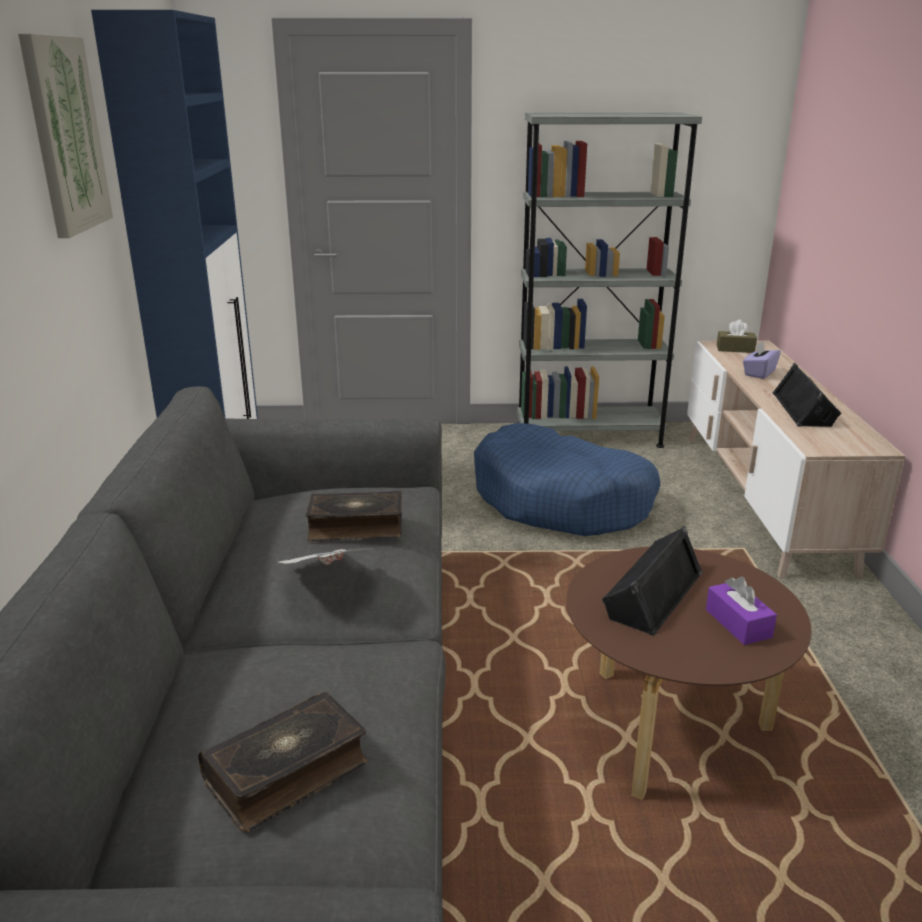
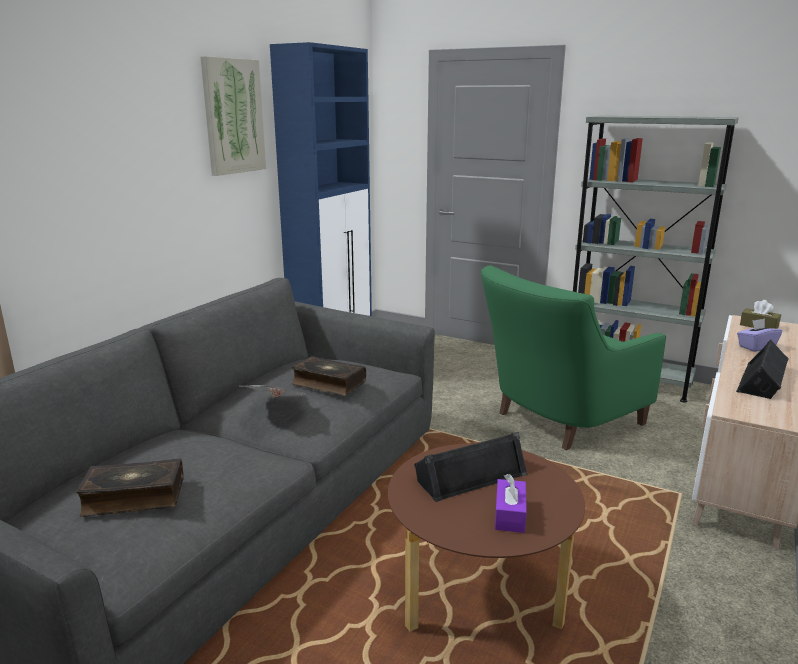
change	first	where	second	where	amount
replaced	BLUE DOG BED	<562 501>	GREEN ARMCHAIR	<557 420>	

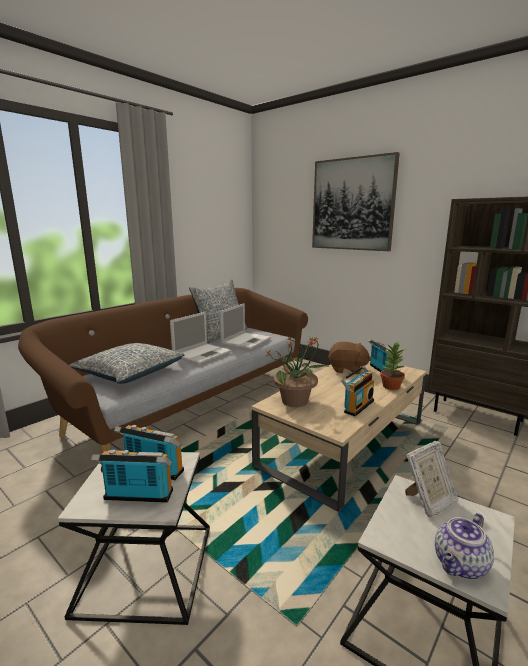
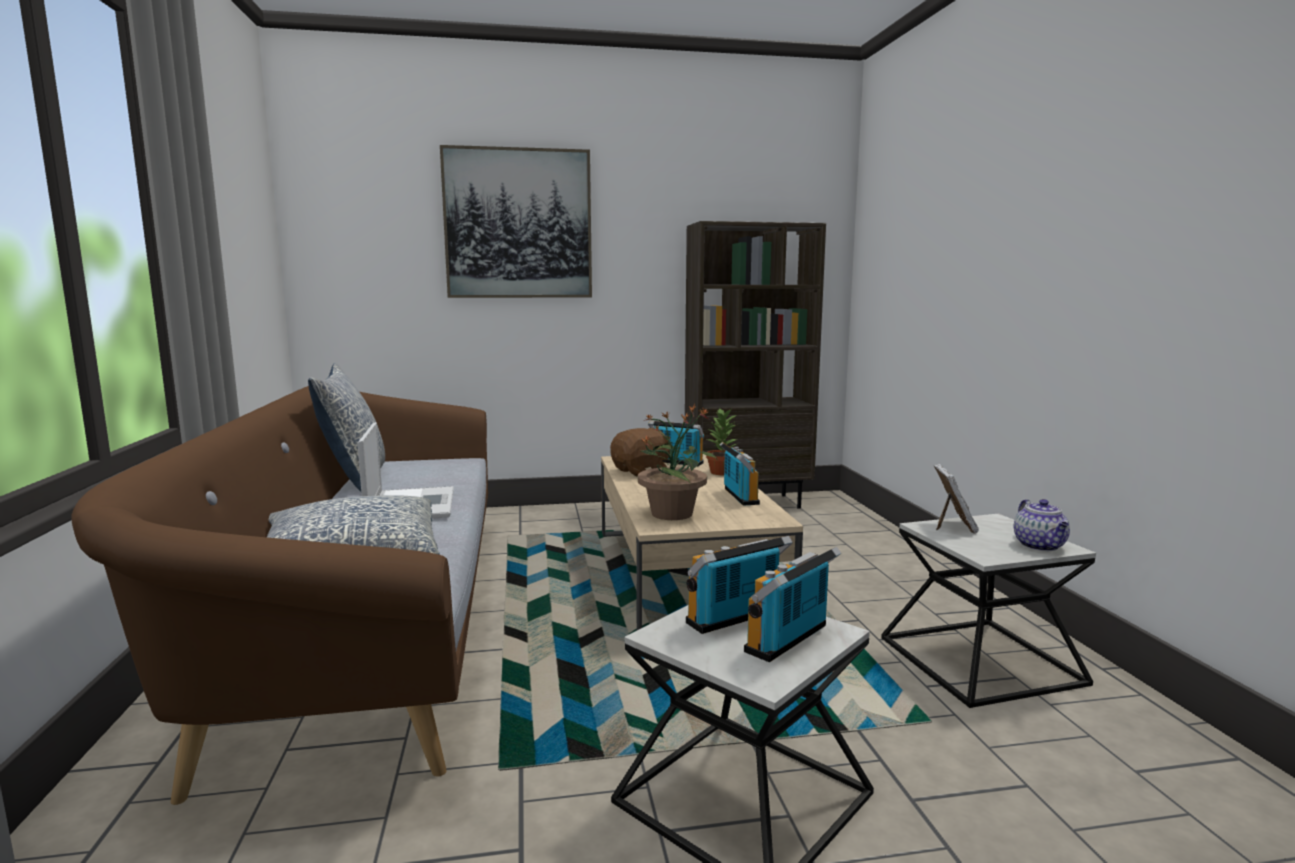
change	first	where	second	where	amount
removed	LAPTOP	<246 341>			

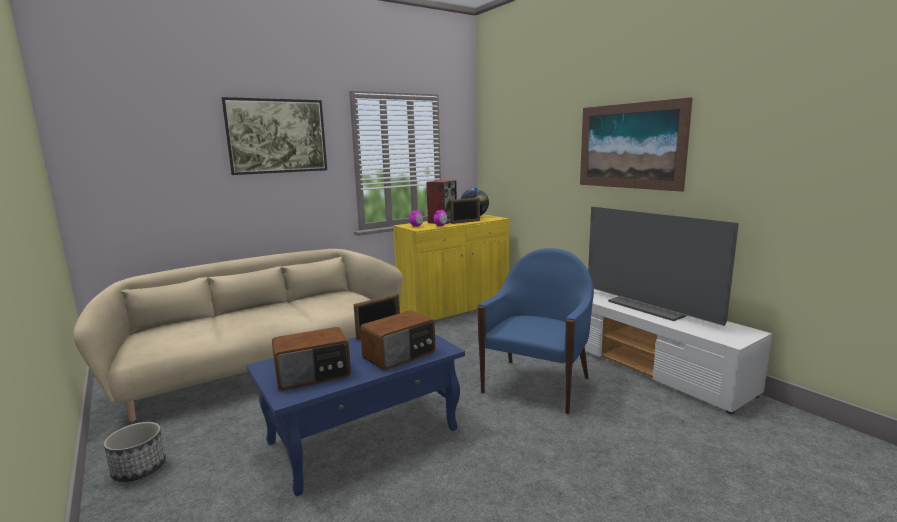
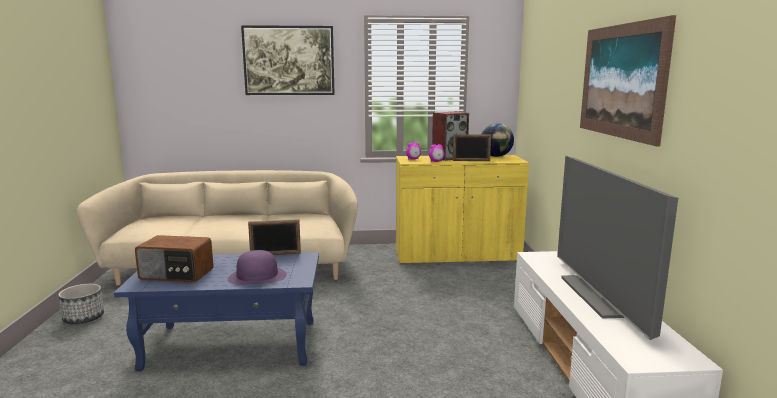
change	first	where	second	where	amount
removed	BLUE ARMCHAIR	<537 384>			
replaced	RADIO	<400 355>	PURPLE HAT	<257 276>	

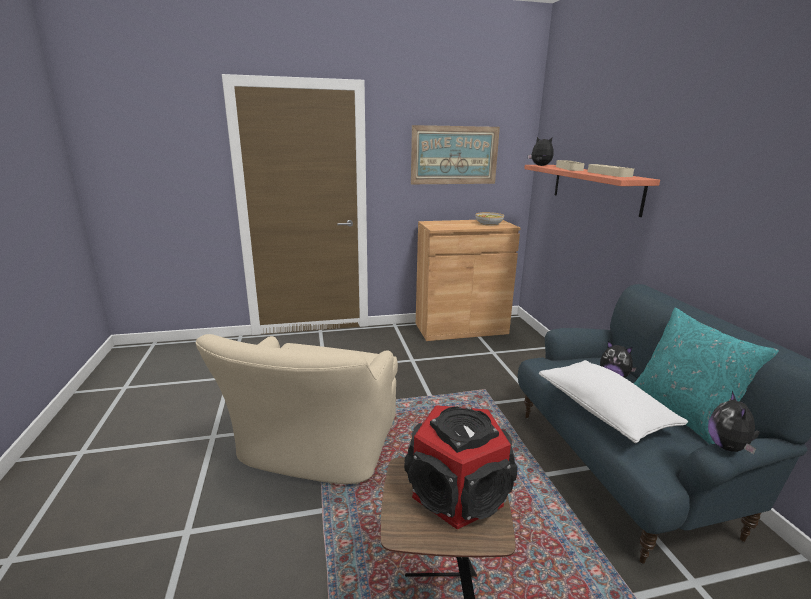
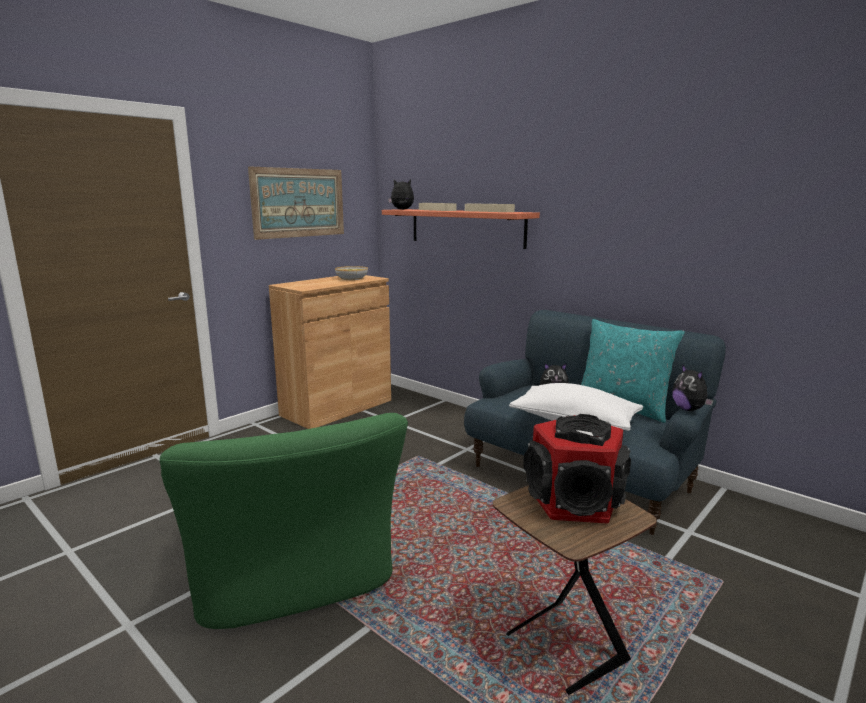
change	first	where	second	where	amount
recoloured	BEIGE ARMCHAIR	<315 448>	GREEN ARMCHAIR	<293 576>	

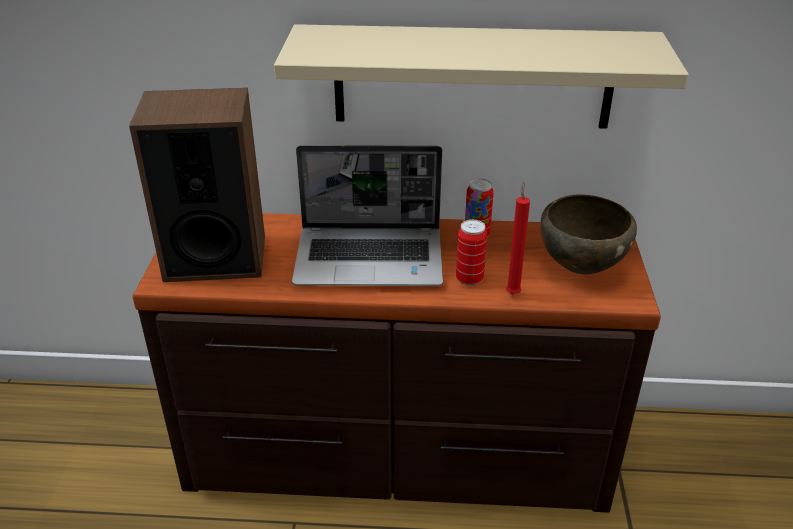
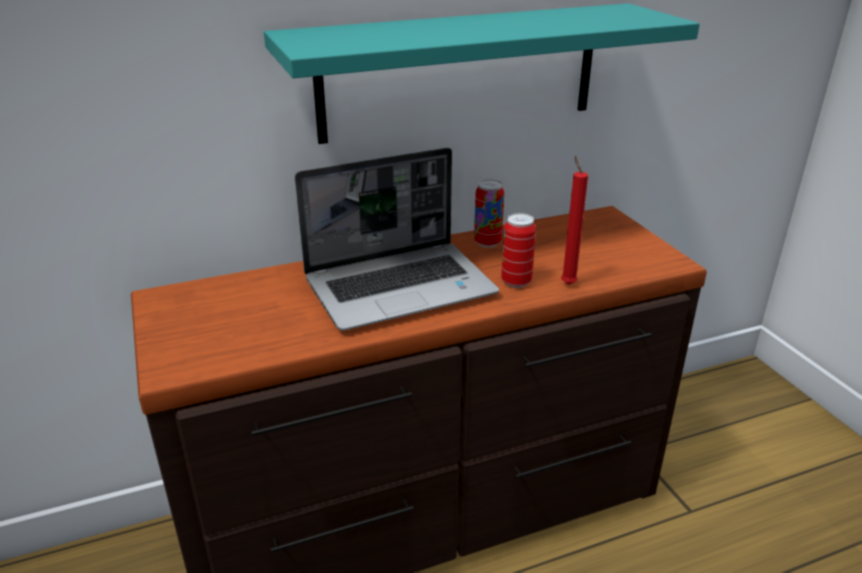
change	first	where	second	where	amount
removed	SPEAKER	<215 257>			
removed	BROWN BOWL	<579 268>			
recoloured	BEIGE SHELF	<473 77>	TURQUOISE SHELF	<460 72>	

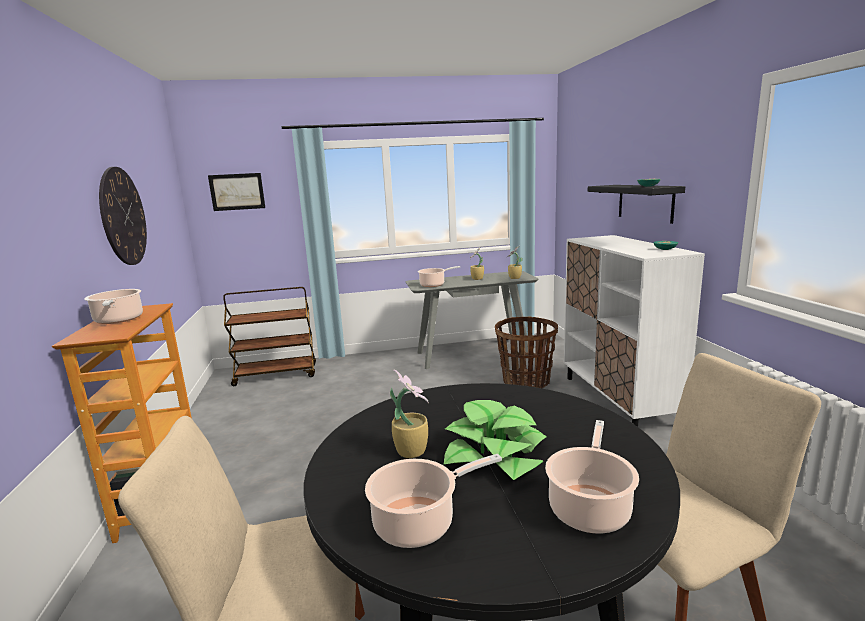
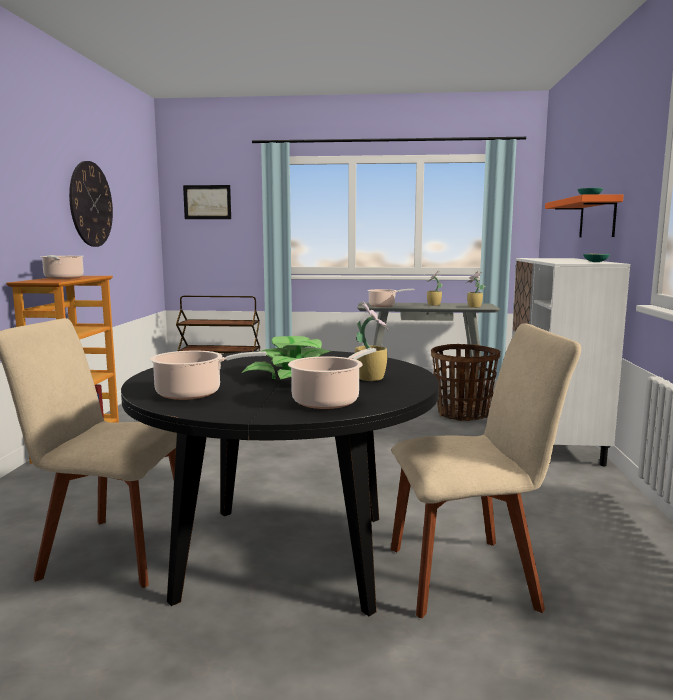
change	first	where	second	where	amount
moved	POTTED PLANT	<411 450>		<371 378>	
recoloured	BLACK SHELF	<645 202>	ORANGE SHELF	<597 218>	

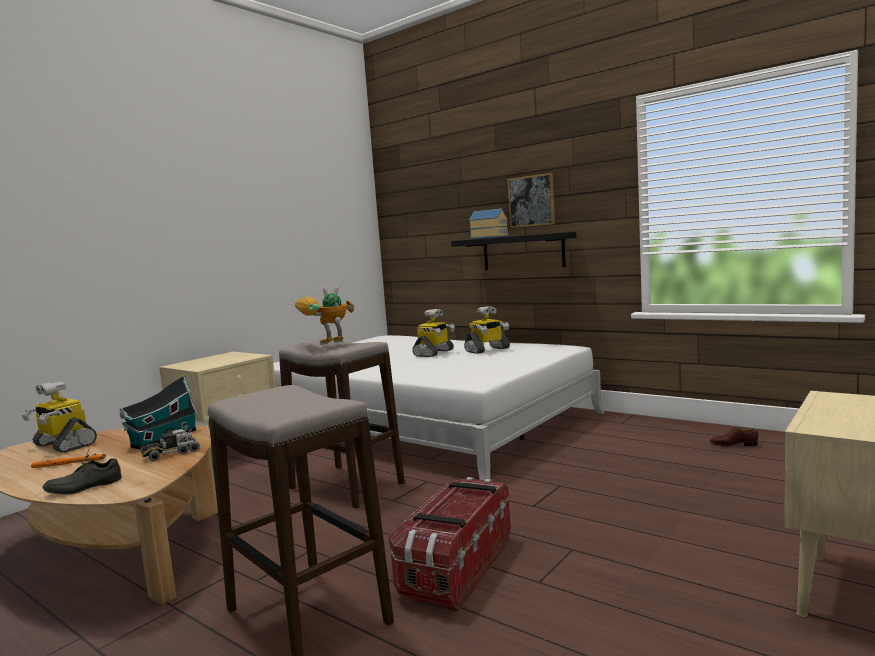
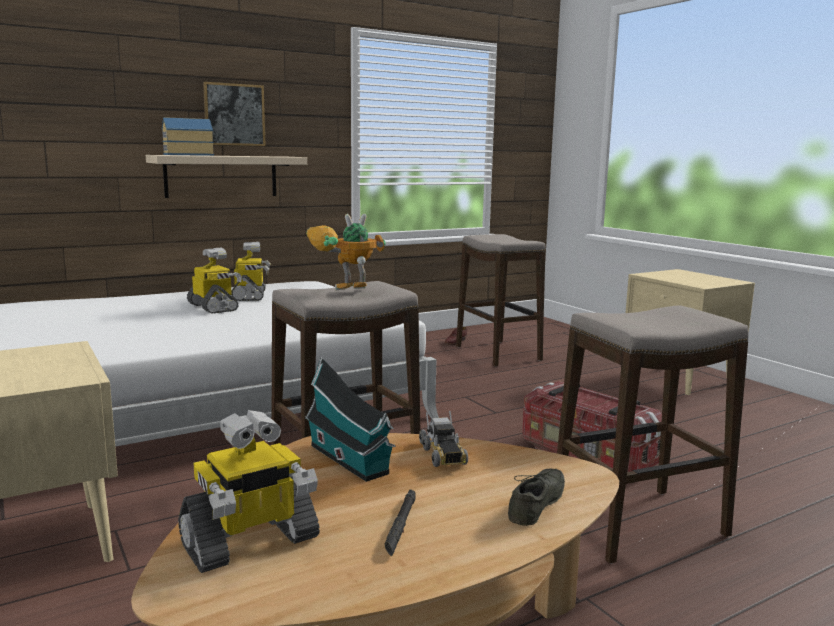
change	first	where	second	where	amount
added			STOOL	<497 353>	
recoloured	ORANGE FLASHLIGHT	<69 464>	BLACK FLASHLIGHT	<401 525>	
recoloured	BLACK SHELF	<523 252>	BEIGE SHELF	<221 176>	
turned	GREY SHOE	<83 486>		<540 505>	135 degrees counterclockwise
turned	TOY ROBOT	<325 346>		<341 293>	75 degrees clockwise

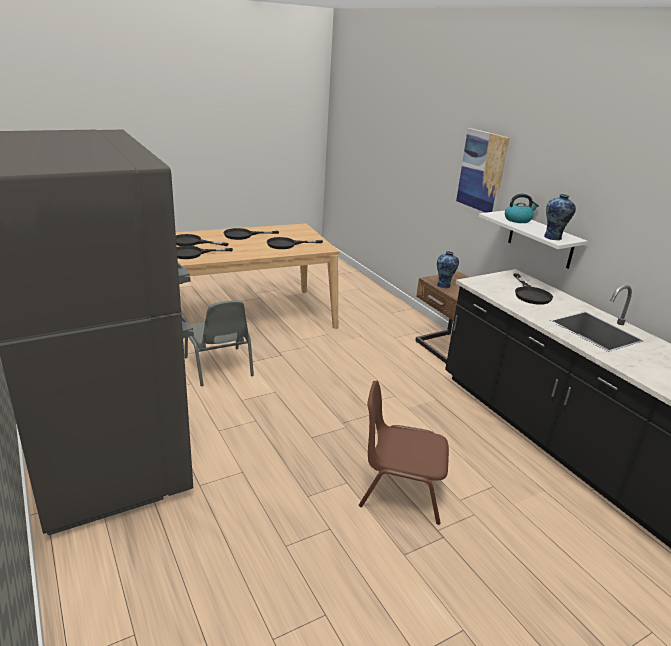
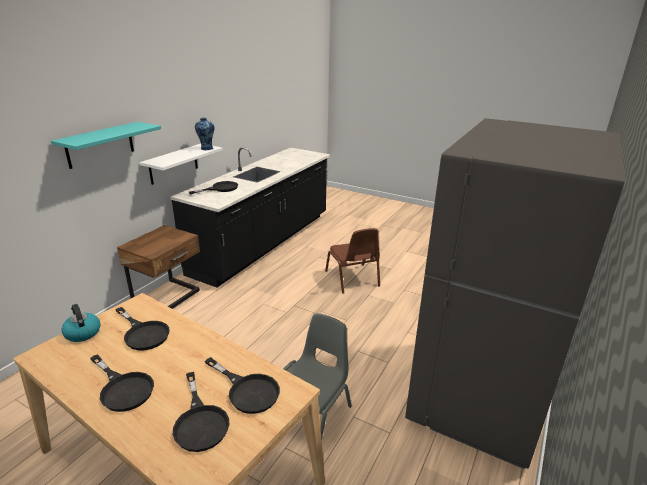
change	first	where	second	where	amount
removed	VASE	<444 285>			
moved	KETTLE	<518 220>		<82 333>	
replaced	PICTURE	<482 171>	TURQUOISE SHELF	<100 145>	

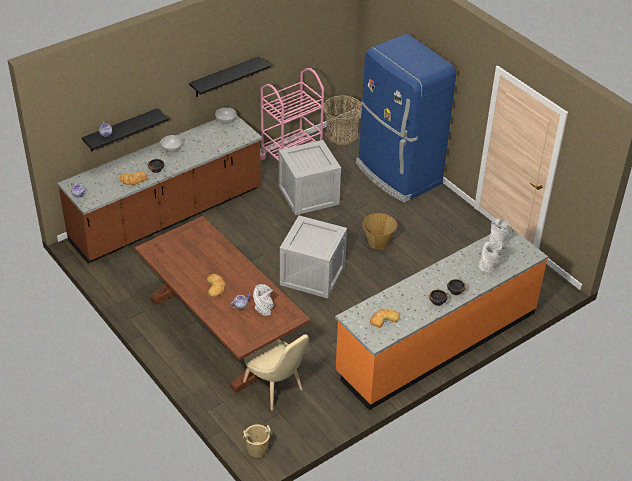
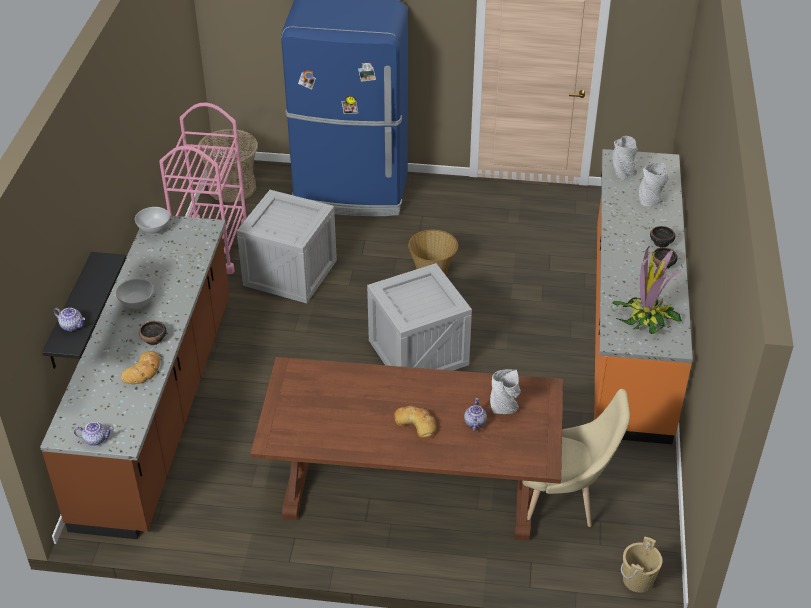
change	first	where	second	where	amount
removed	BLACK SHELF	<224 77>			
replaced	BREAD	<383 319>	POTTED PLANT	<646 318>	

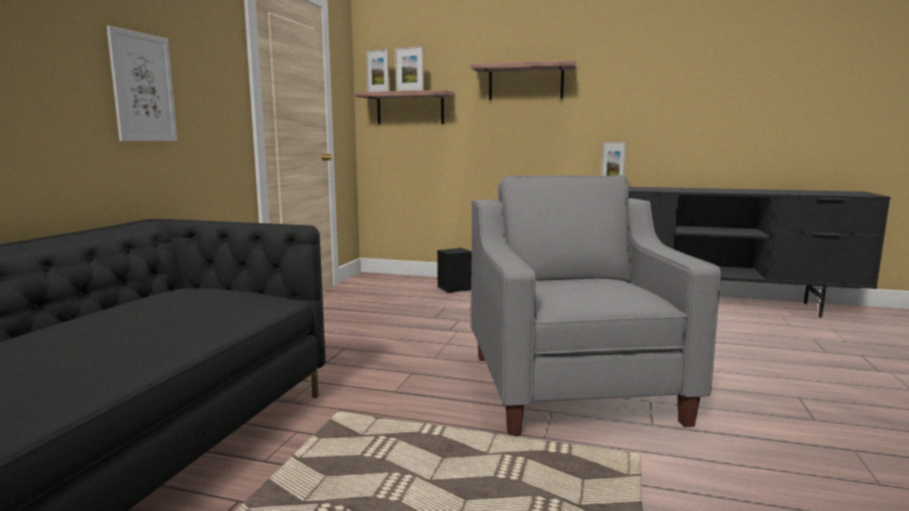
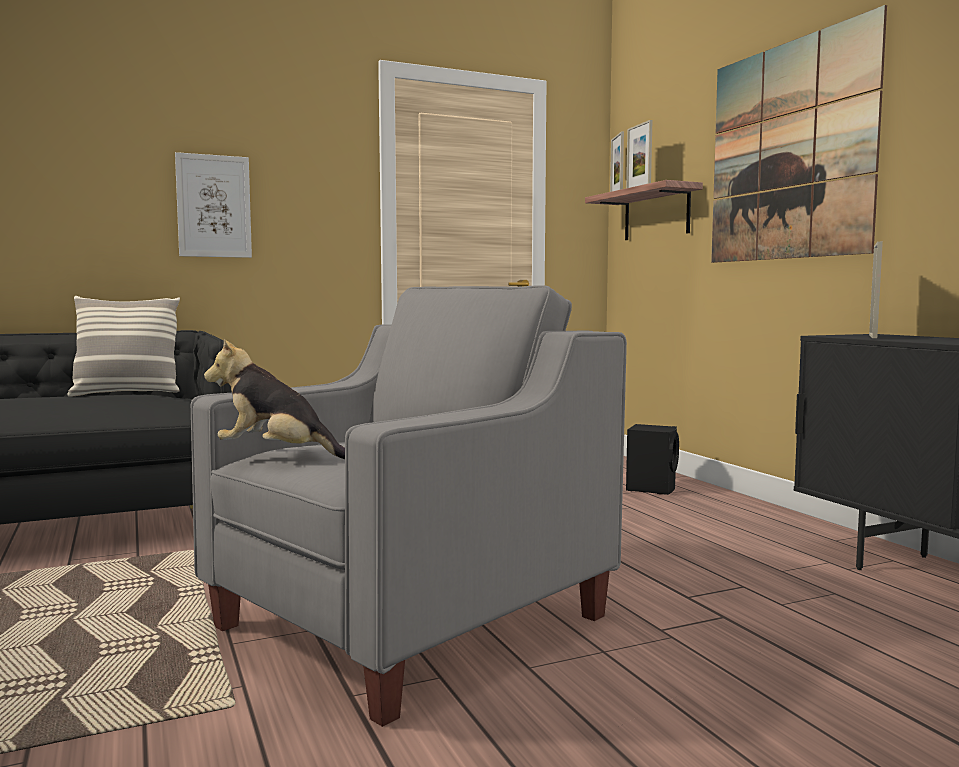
change	first	where	second	where	amount
added			PILLOW	<127 393>	
added			PLUSH TOY	<277 455>	
replaced	SHELF	<525 82>	PICTURE	<789 151>	

